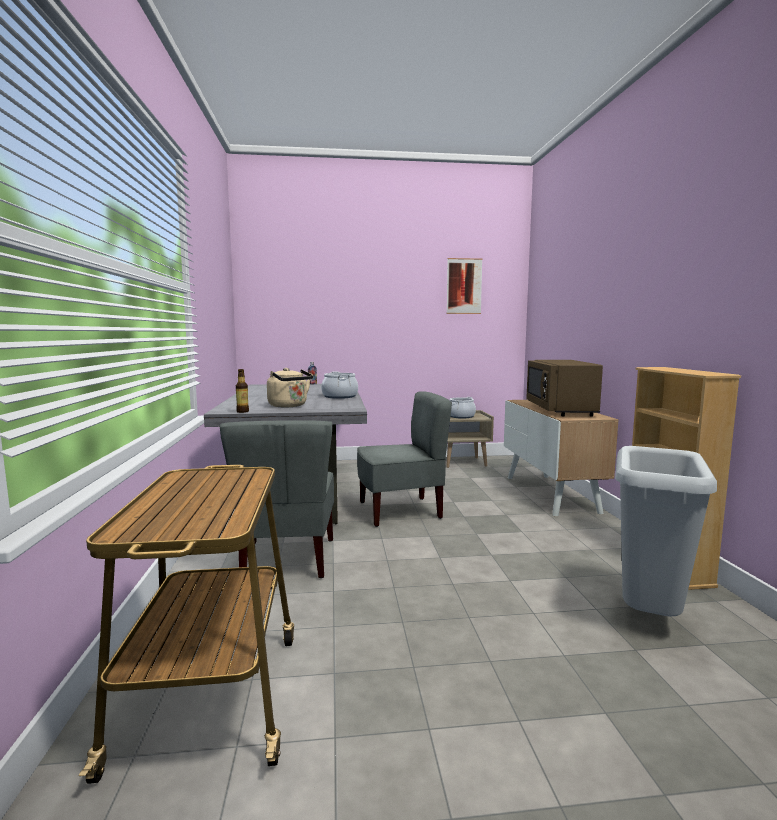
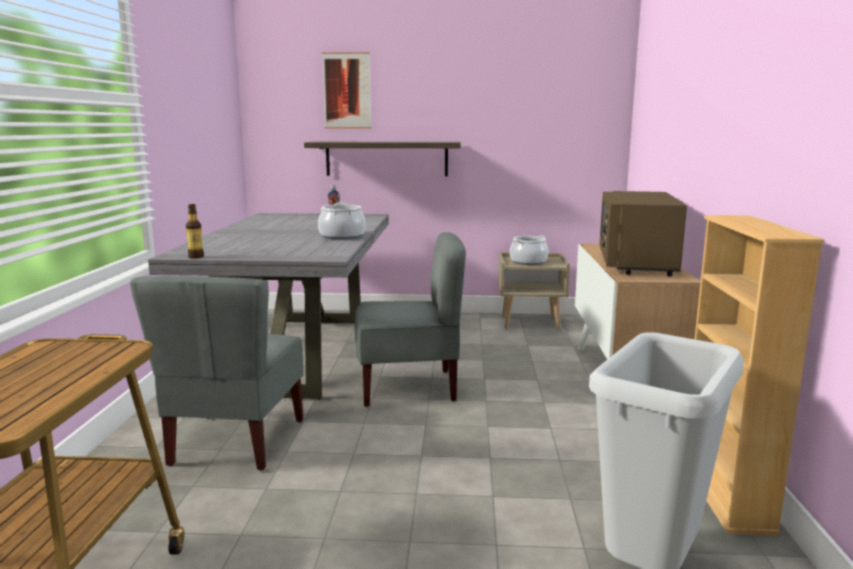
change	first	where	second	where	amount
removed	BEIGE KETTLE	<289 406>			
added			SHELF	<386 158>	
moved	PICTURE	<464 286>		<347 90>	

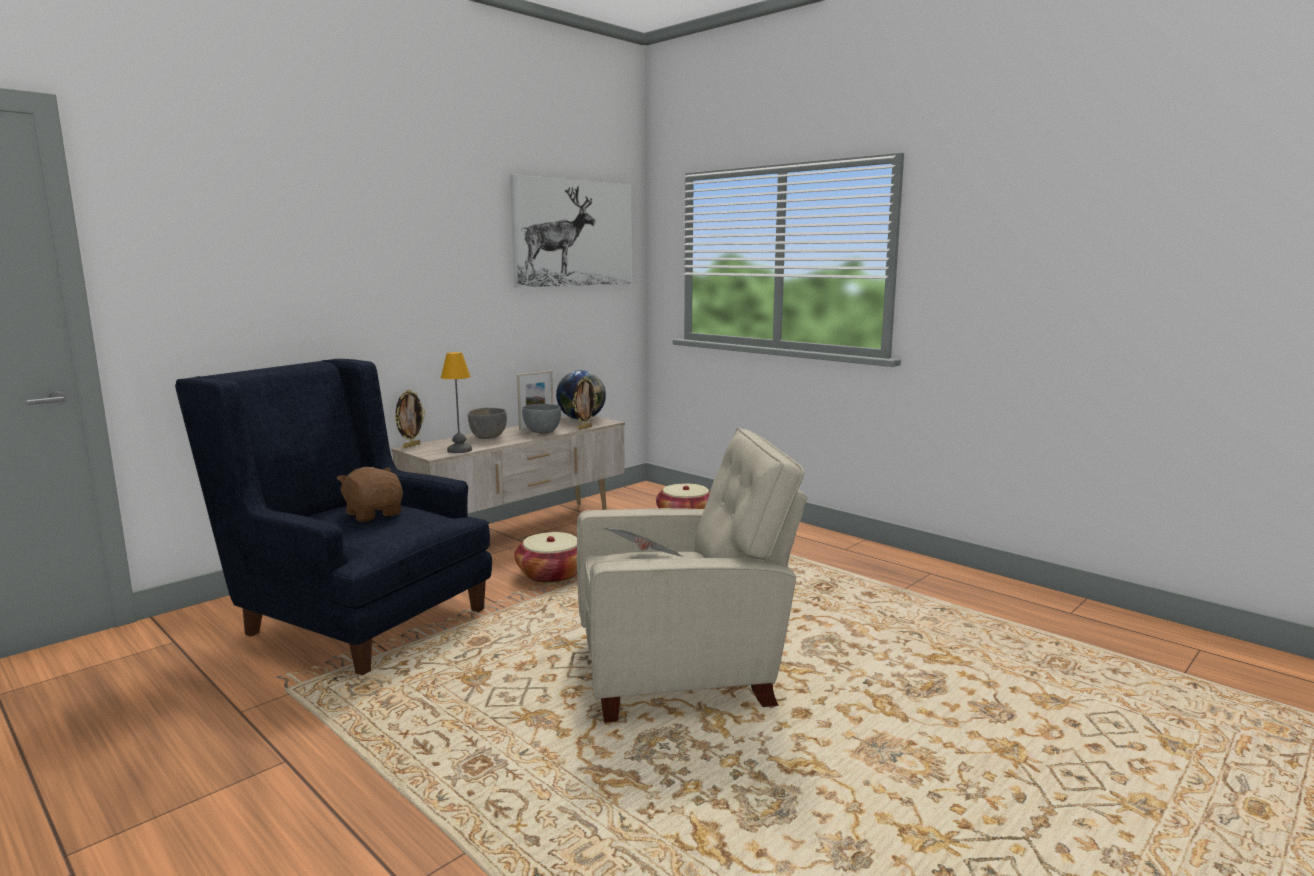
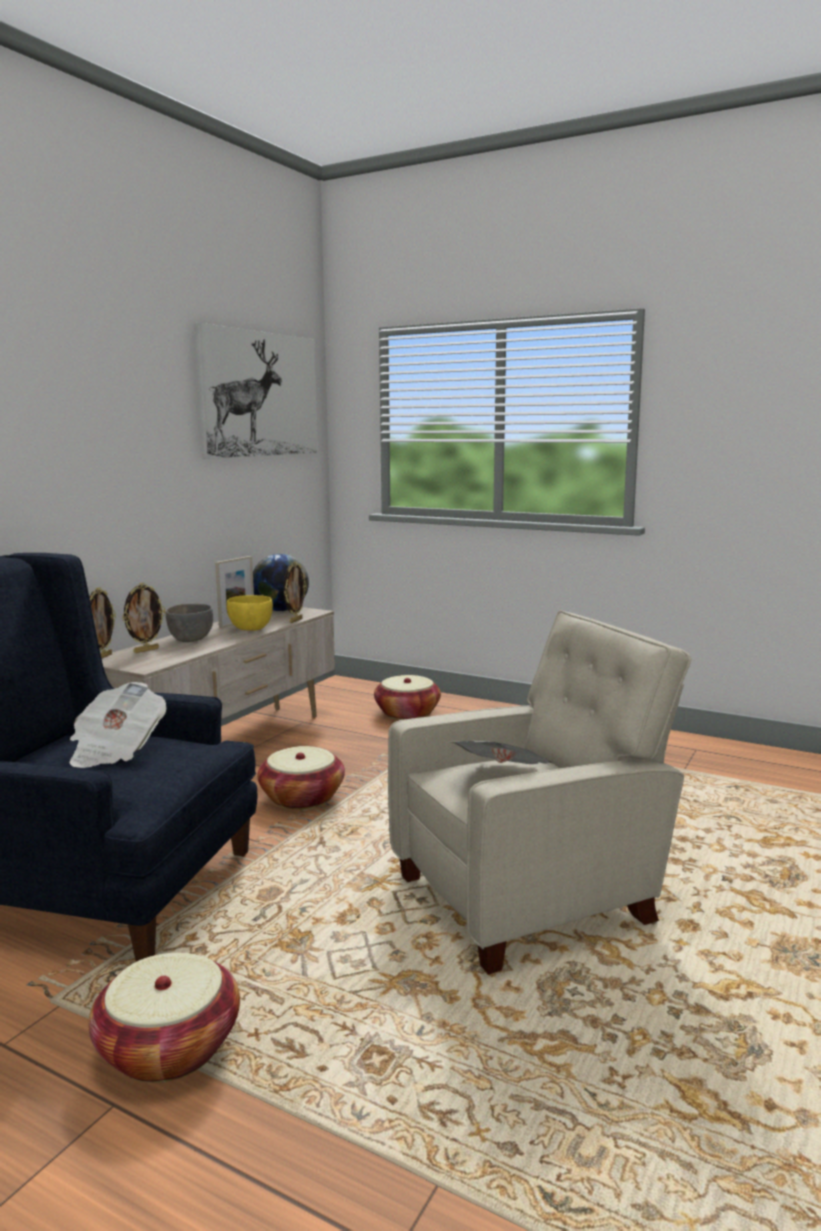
change	first	where	second	where	amount
removed	TABLE LAMP	<458 450>			
added			BASKET	<169 1047>	
added			PICTURE FRAME	<146 650>	
replaced	BROWN PLUSH TOY	<374 514>	NEWSPAPER	<116 750>	
recoloured	GREY BOWL	<542 432>	YELLOW BOWL	<250 629>	

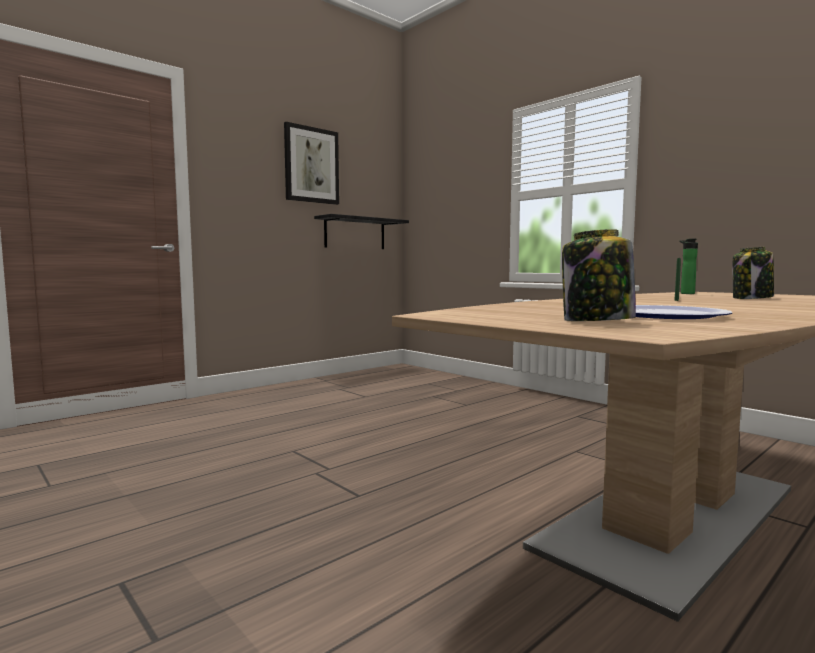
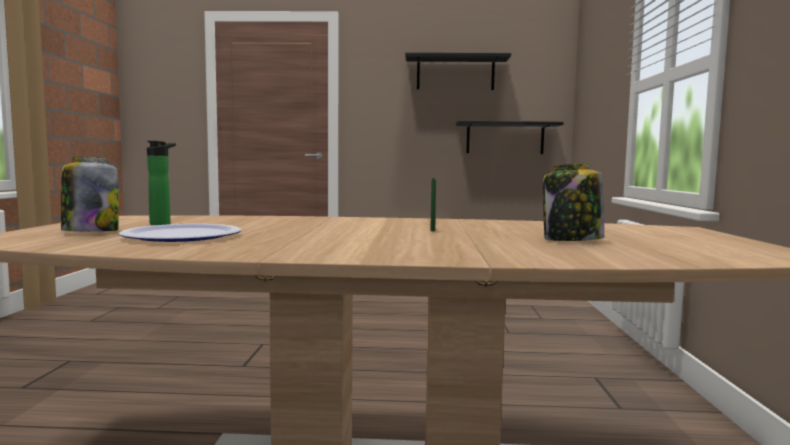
change	first	where	second	where	amount
moved	BOTTLE	<686 293>		<163 223>	
replaced	PICTURE	<311 165>	BLACK SHELF	<455 74>	

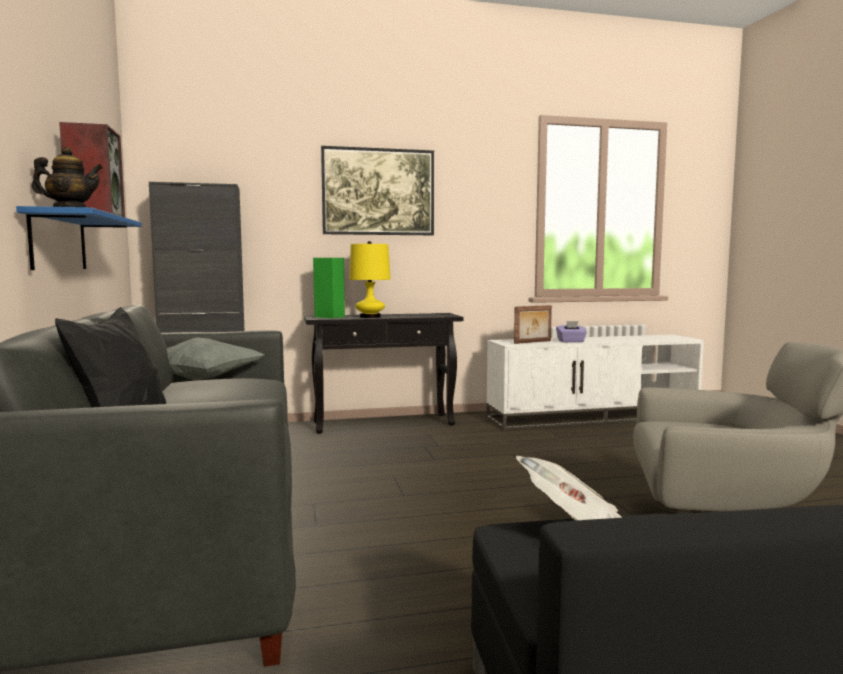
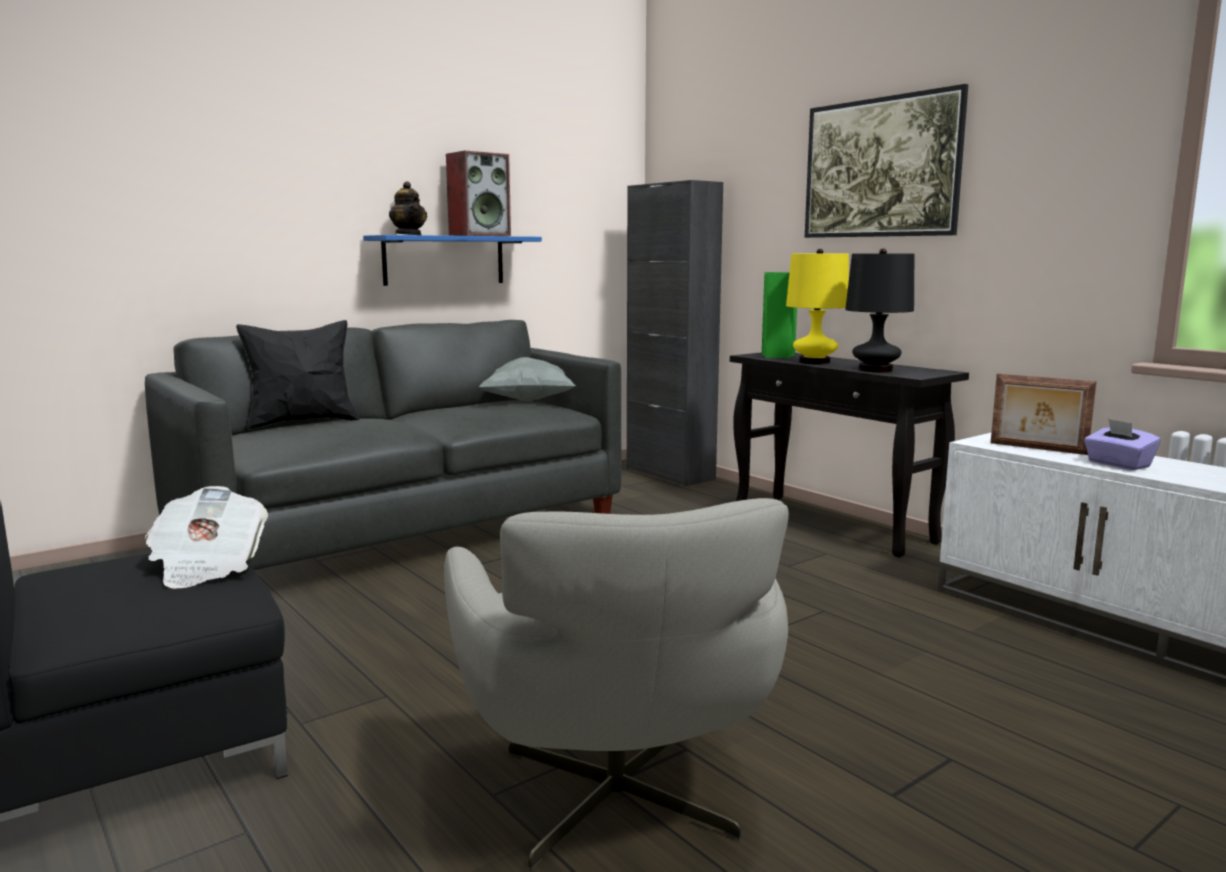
change	first	where	second	where	amount
added			BLACK TABLE LAMP	<875 370>	

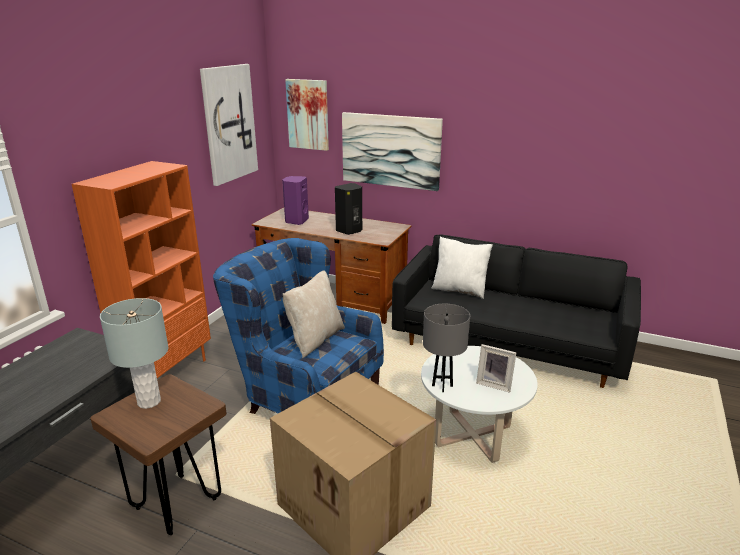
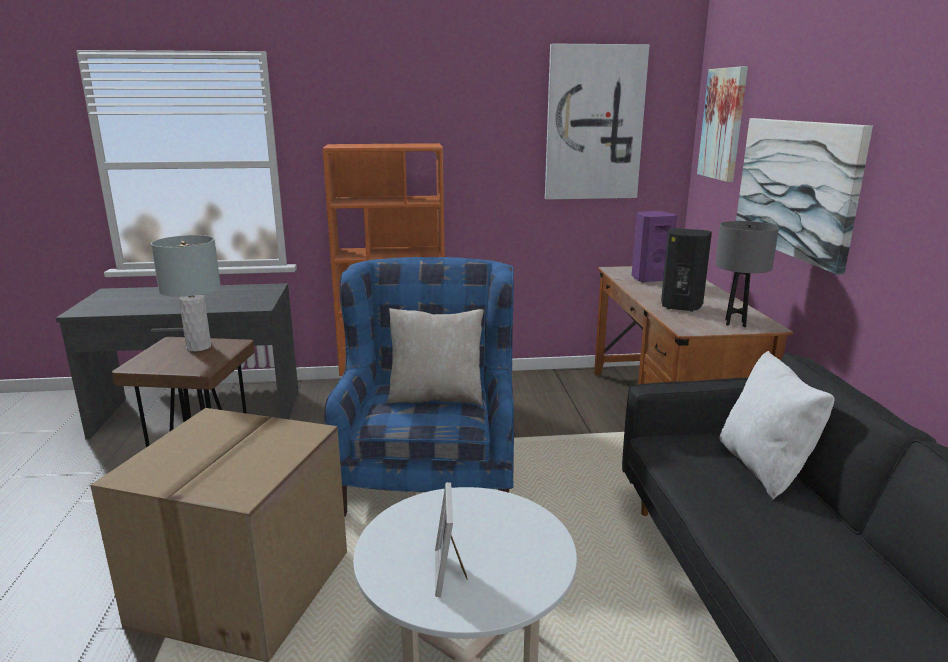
change	first	where	second	where	amount
moved	GREY TABLE LAMP	<442 386>		<735 323>	

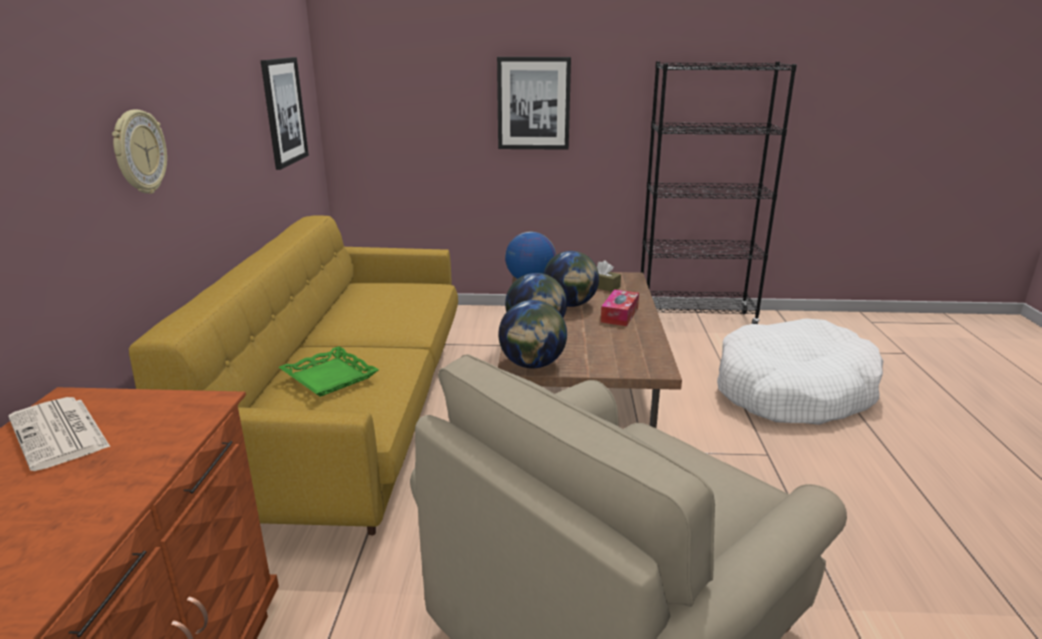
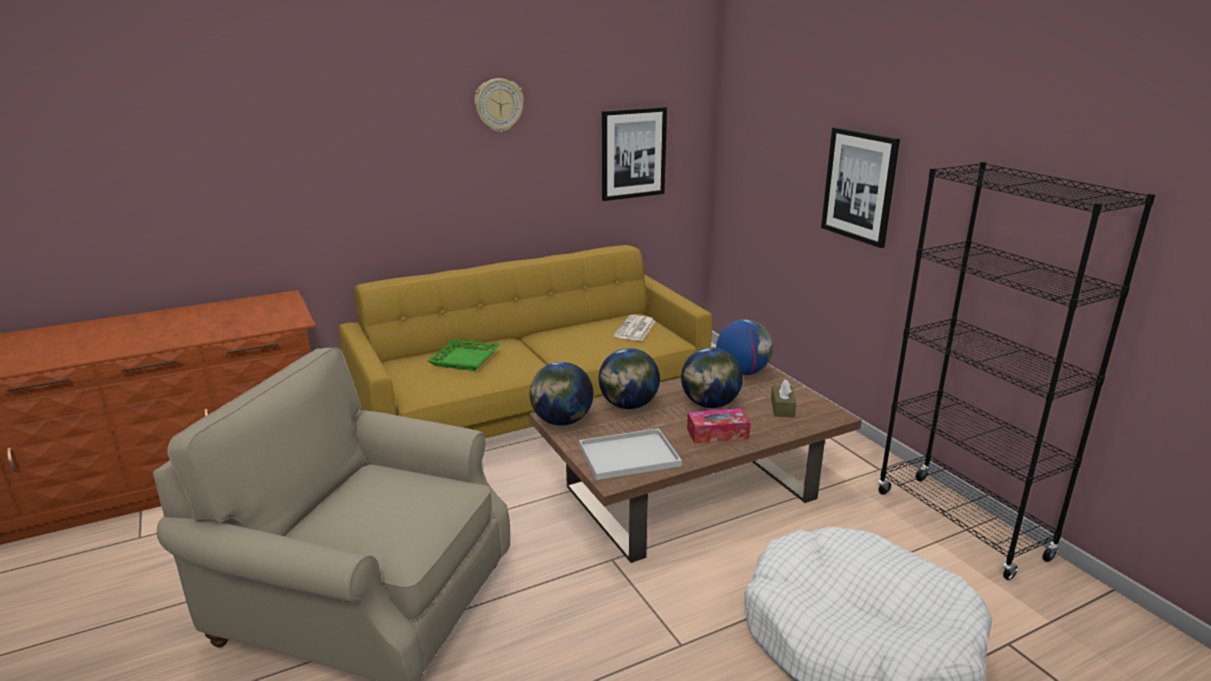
change	first	where	second	where	amount
added			WHITE TRAY	<627 456>	
moved	NEWSPAPER	<60 433>		<635 329>	
moved	WALL CLOCK	<138 152>		<498 105>	

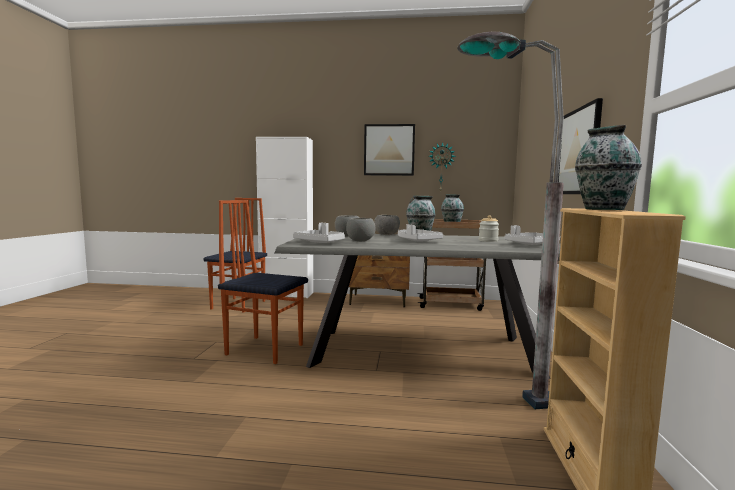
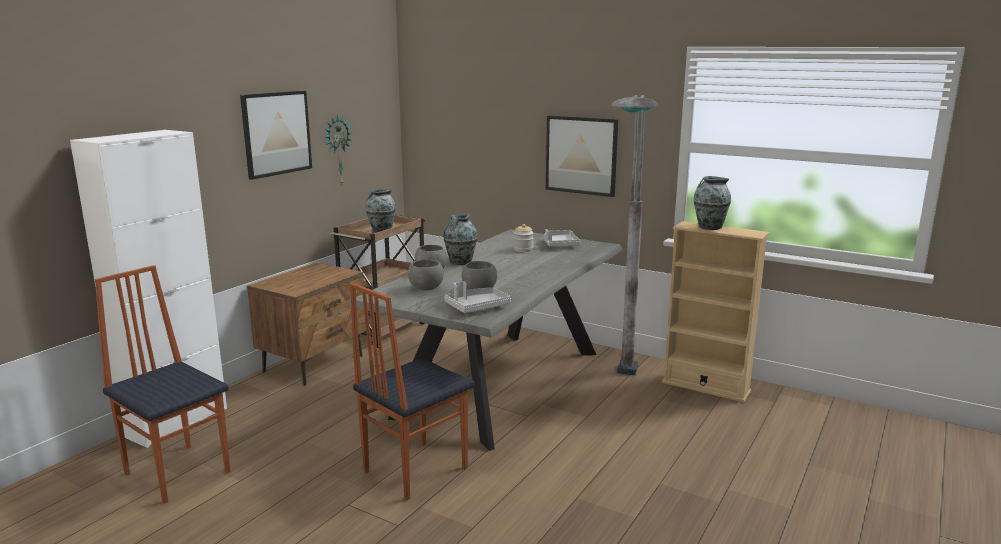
change	first	where	second	where	amount
removed	GREY TRAY	<417 241>			

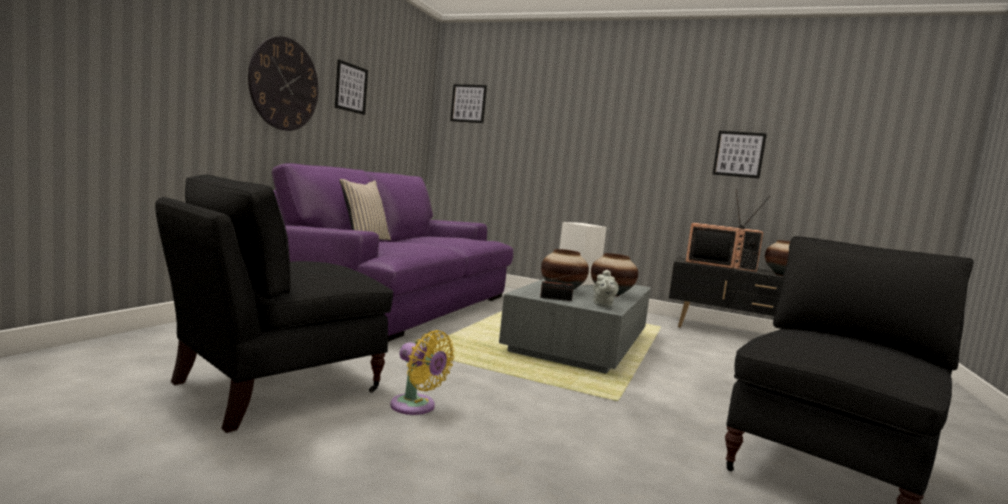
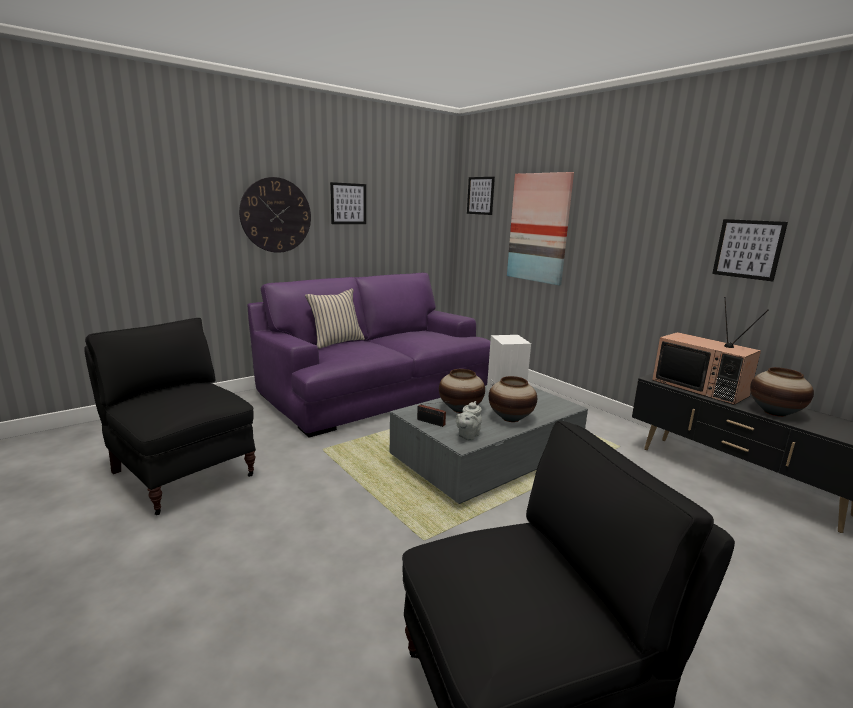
change	first	where	second	where	amount
removed	YELLOW FAN	<416 407>			
added			PICTURE	<539 228>	
turned	BLACK ARMCHAIR	<273 388>		<182 472>	60 degrees clockwise

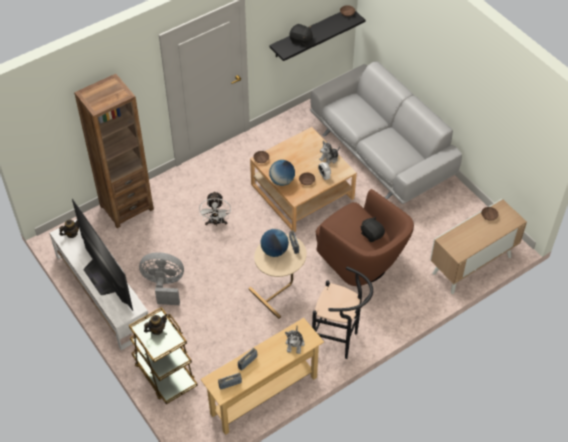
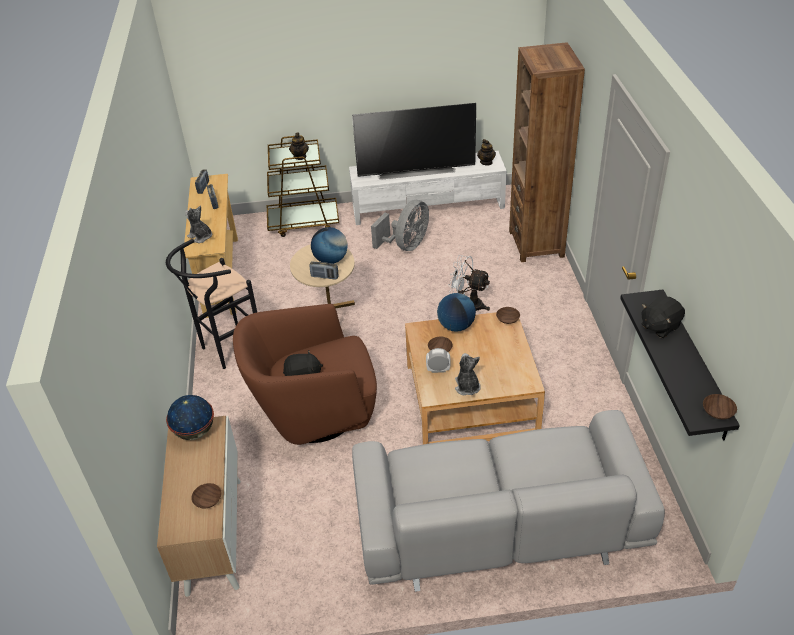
change	first	where	second	where	amount
added			GLOBE	<194 432>	

